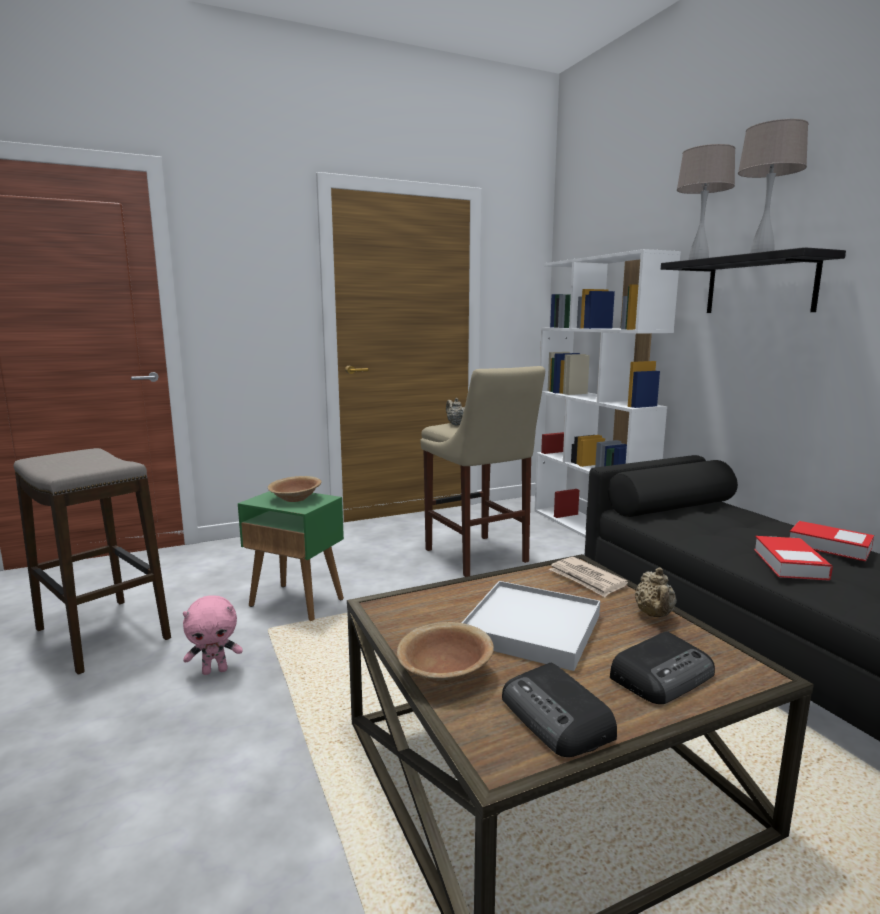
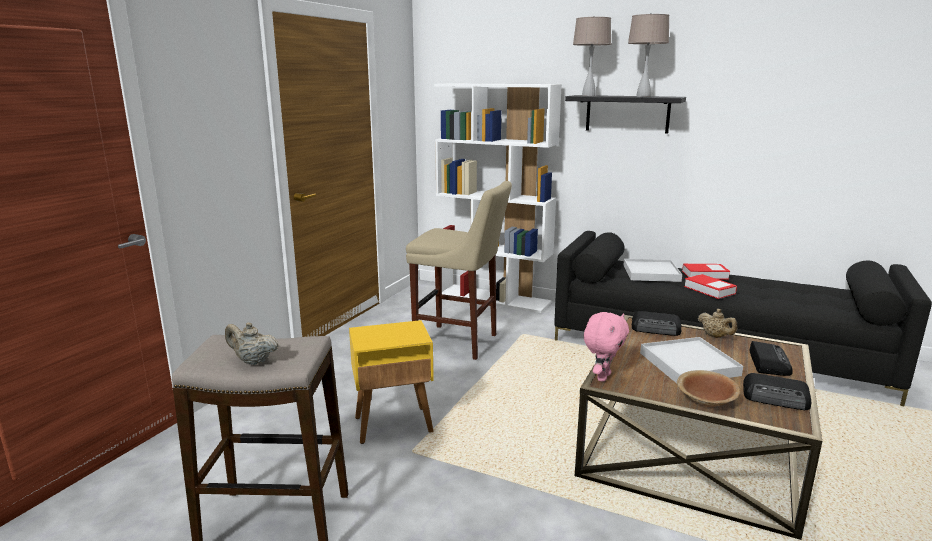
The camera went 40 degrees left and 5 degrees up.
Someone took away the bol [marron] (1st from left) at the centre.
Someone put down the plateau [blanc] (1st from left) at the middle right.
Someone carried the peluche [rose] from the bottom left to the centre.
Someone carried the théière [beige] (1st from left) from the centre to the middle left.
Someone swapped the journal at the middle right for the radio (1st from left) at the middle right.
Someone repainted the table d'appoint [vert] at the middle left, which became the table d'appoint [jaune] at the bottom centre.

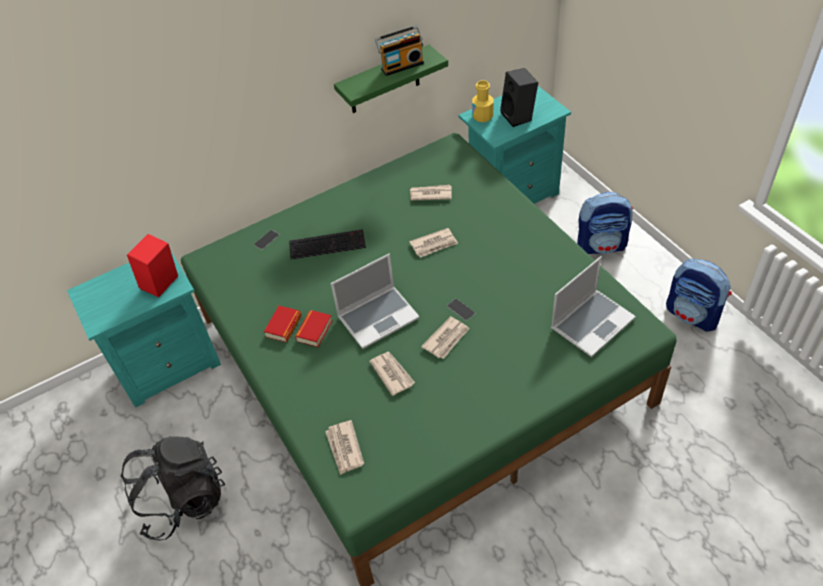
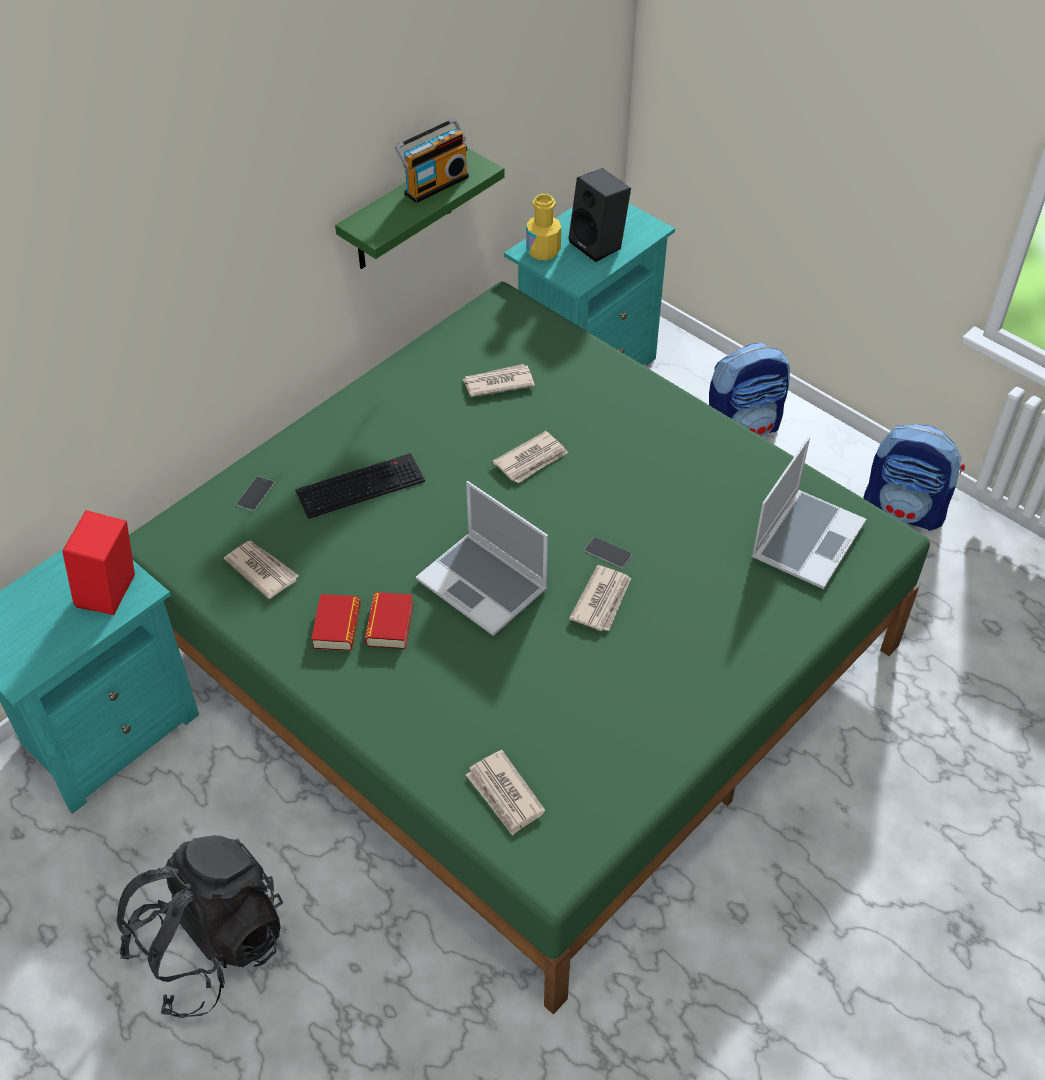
The camera went 20 degrees left and 0 degrees up.
Someone carried the journal (2nd from left in the first image) from the centre to the middle left.
Someone rotated the ordinateur portable (1st from left) at the centre by 90 degrees clockwise.

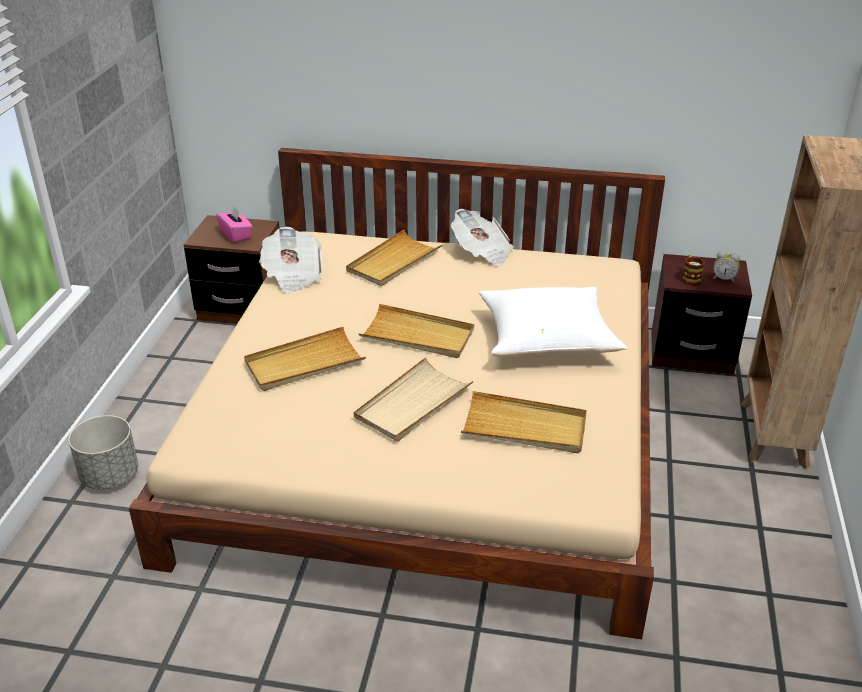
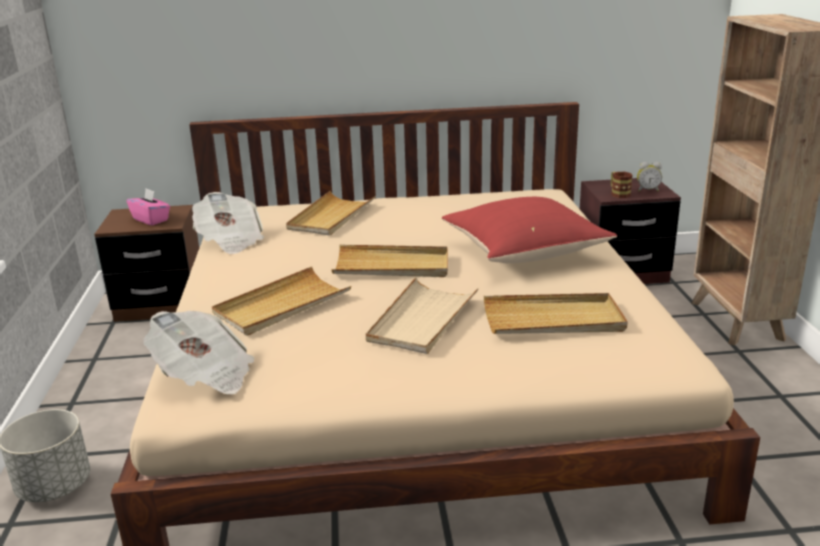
The camera went 15 degrees left and 10 degrees down.
Someone carried the journal (2nd from left in the first image) from the centre to the middle left.
Someone repainted the coussin [blanc] at the centre, which became the coussin [rouge] at the centre.

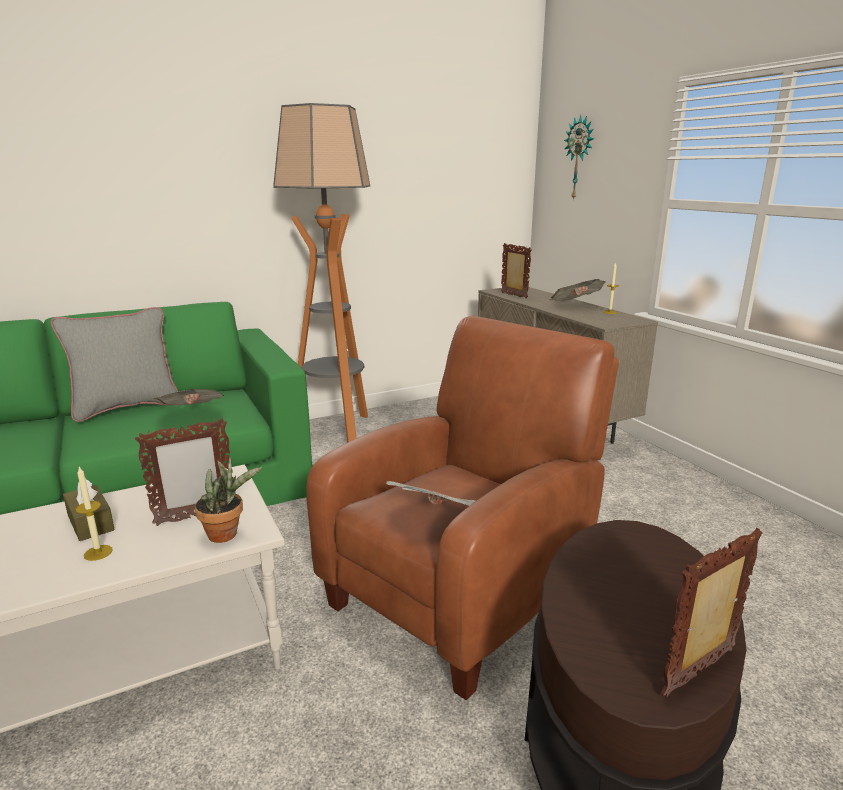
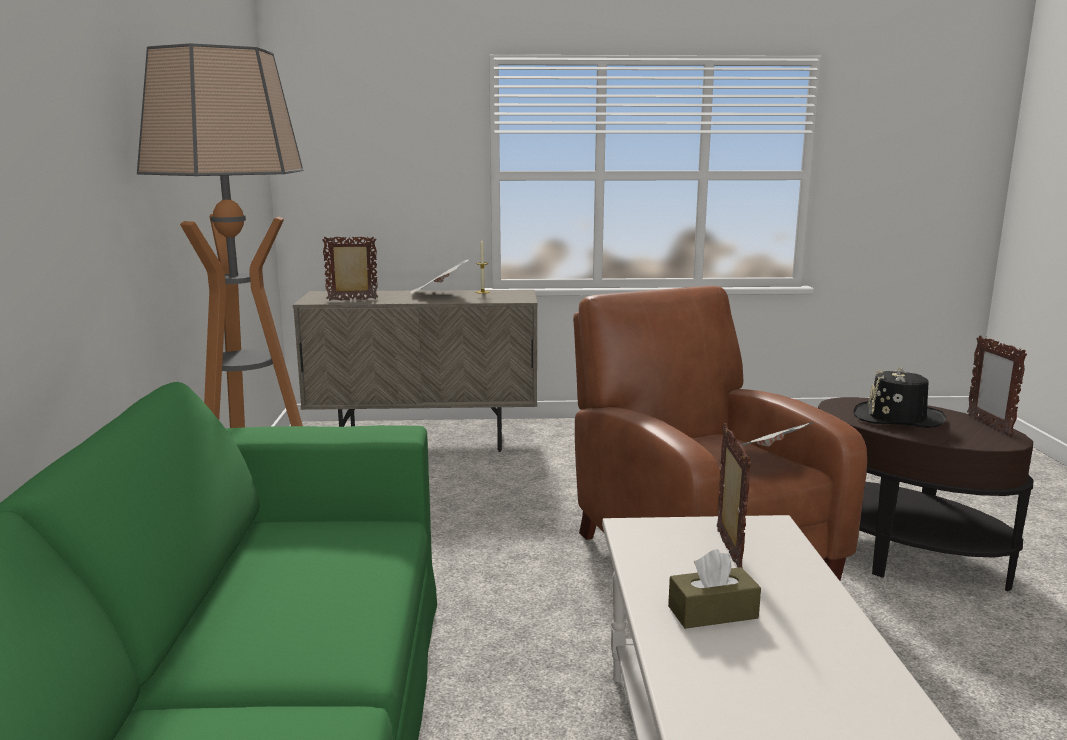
The camera went 65 degrees left and 5 degrees down.
Someone took away the coussin [gris] at the middle left.
Someone took away the bougie (1st from left) at the middle left.
Someone took away the journal (1st from left) at the middle left.
Someone took away the plante en pot at the middle left.
Someone took away the horloge murale at the top right.
Someone put down the chapeau [noir] at the middle right.

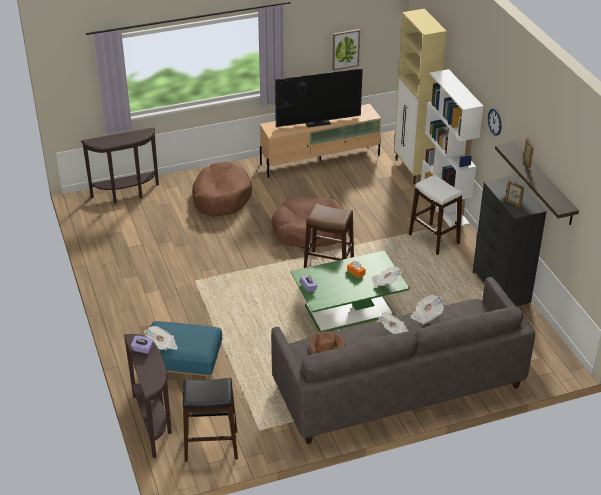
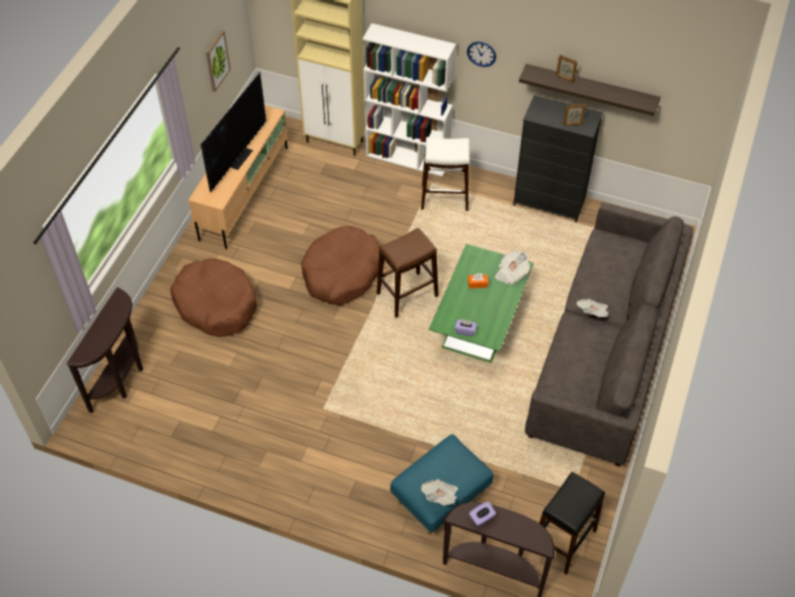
The camera went 50 degrees left and 15 degrees up.
Someone took away the chapeau [marron] at the bottom centre.
Someone took away the journal (4th from left) at the middle right.

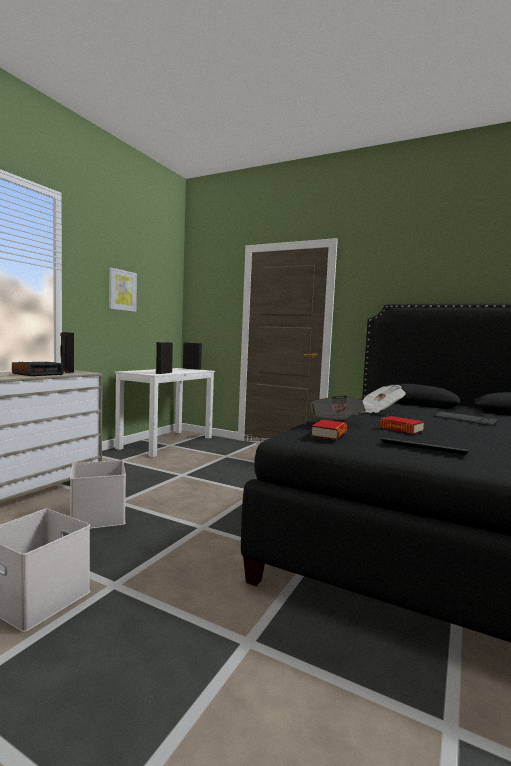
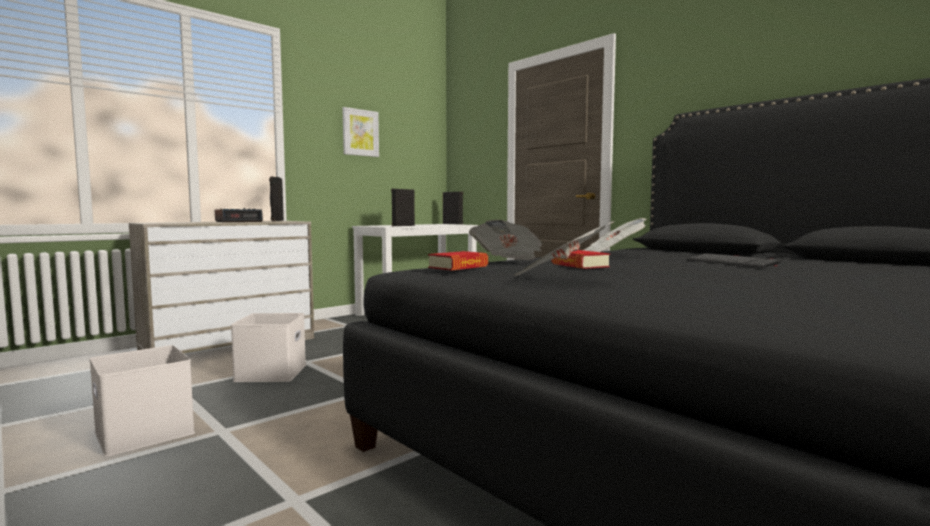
The camera went 20 degrees right and 0 degrees up.
Someone swapped the clavier (1st from left) at the middle right for the journal (2nd from left) at the centre.

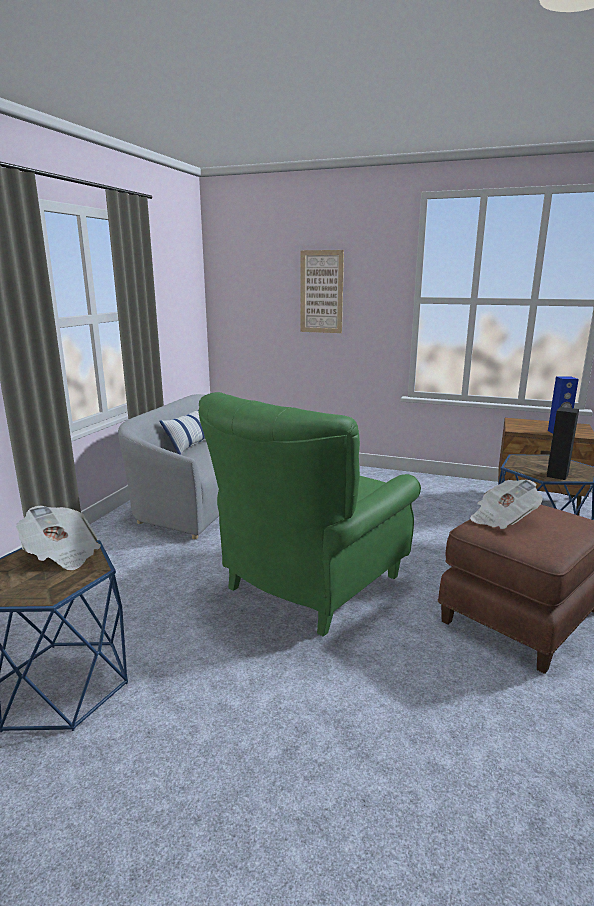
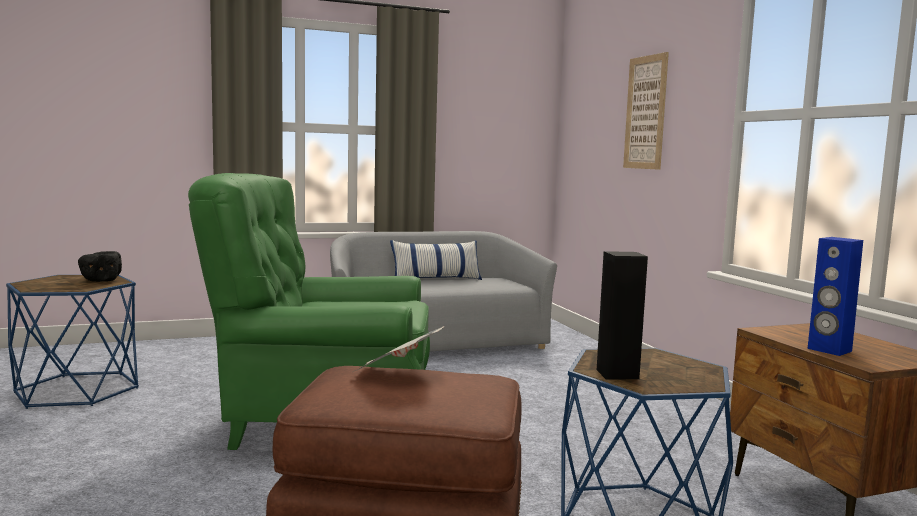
The camera went 50 degrees right and 10 degrees down.
Someone swapped the journal (1st from left) at the middle left for the bol [noir] at the middle left.

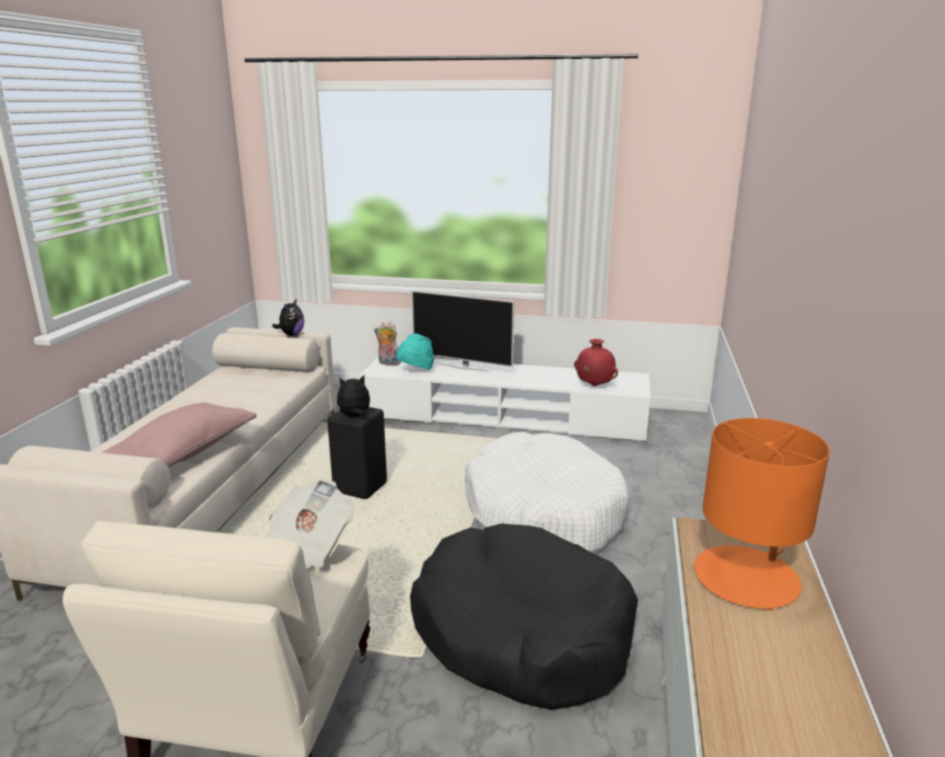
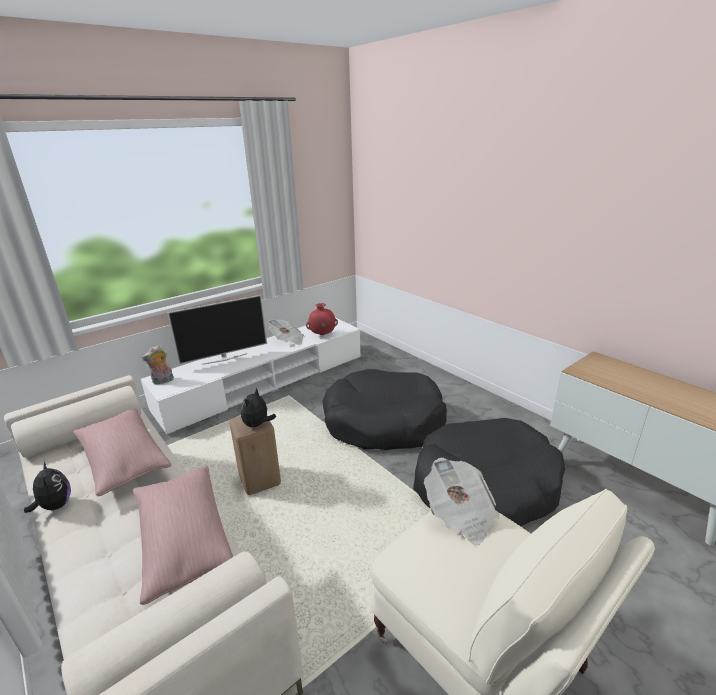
The camera went 50 degrees left and 5 degrees up.
Someone took away the chapeau [turquoise] at the centre.
Someone took away the lampe de table [orange] at the bottom right.
Someone put down the coussin [rose] (1st from left) at the middle left.
Someone put down the journal (1st from left) at the centre.
Someone carried the peluche (1st from left) from the middle left to the bottom left.
Someone repainted the tabouret [noir] at the centre, which became the tabouret [beige] at the centre.
Someone repainted the panier pour chien [blanc] at the centre, which became the panier pour chien [noir] (1st from left) at the centre.

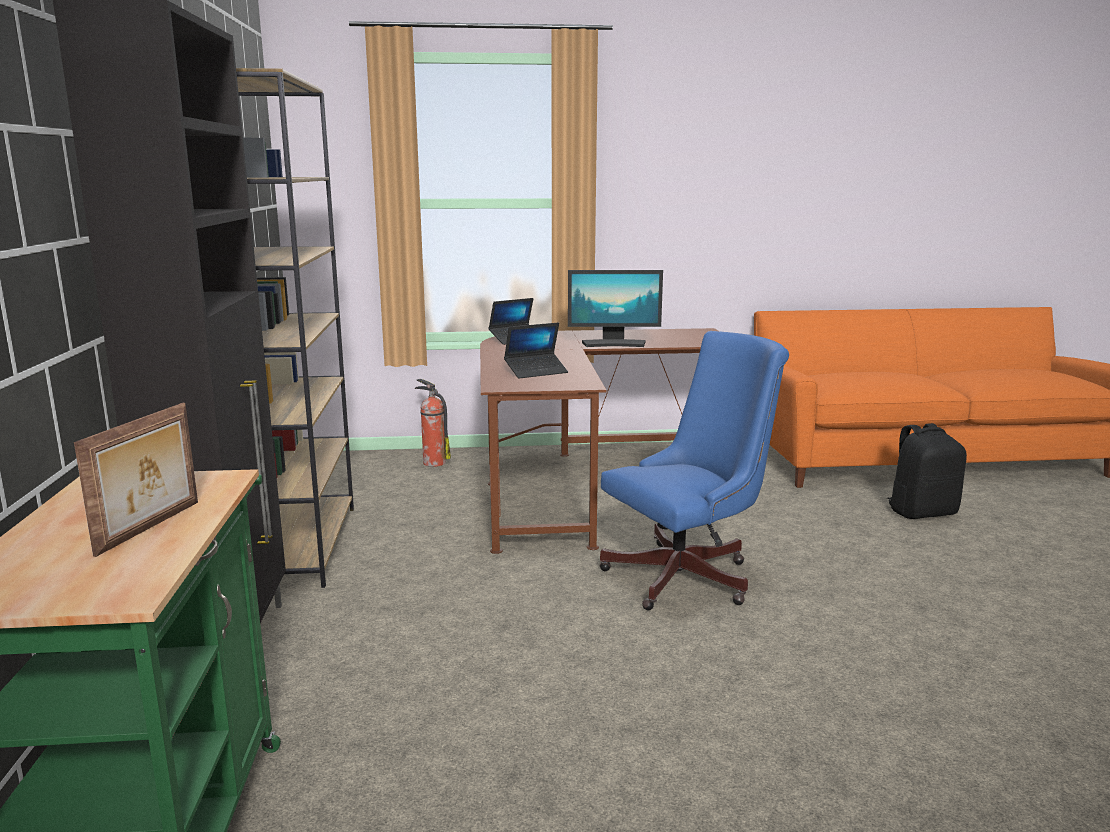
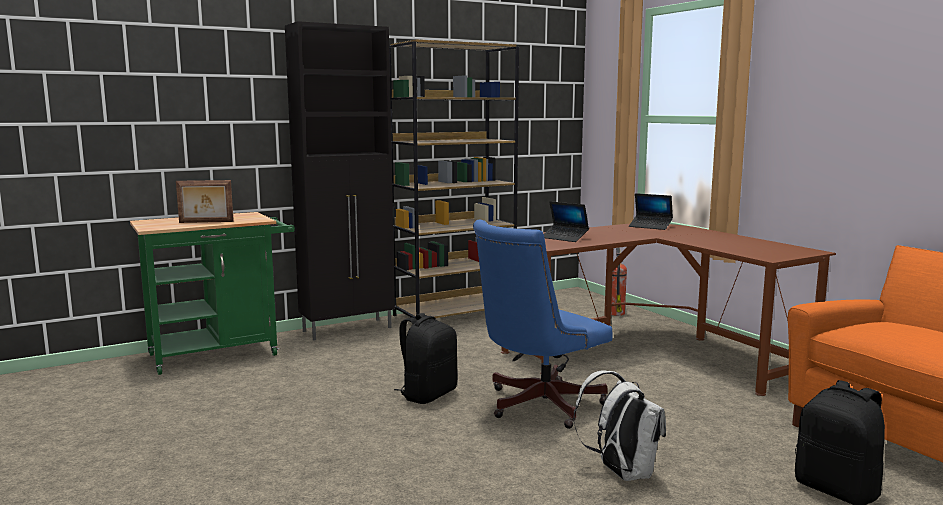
The camera went 65 degrees right and 5 degrees down.
Someone took away the écran d'ordinateur at the centre.
Someone put down the sac à dos [noir] (1st from left) at the bottom centre.
Someone put down the sac à dos [blanc] at the bottom centre.
Someone rotated the chaise de bureau [bleu] at the centre by 105 degrees clockwise.

